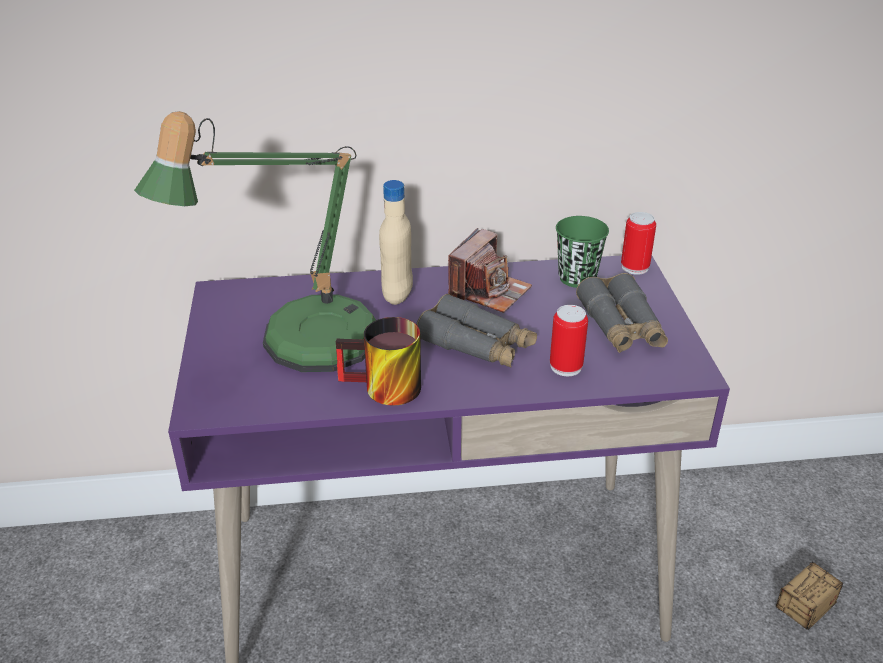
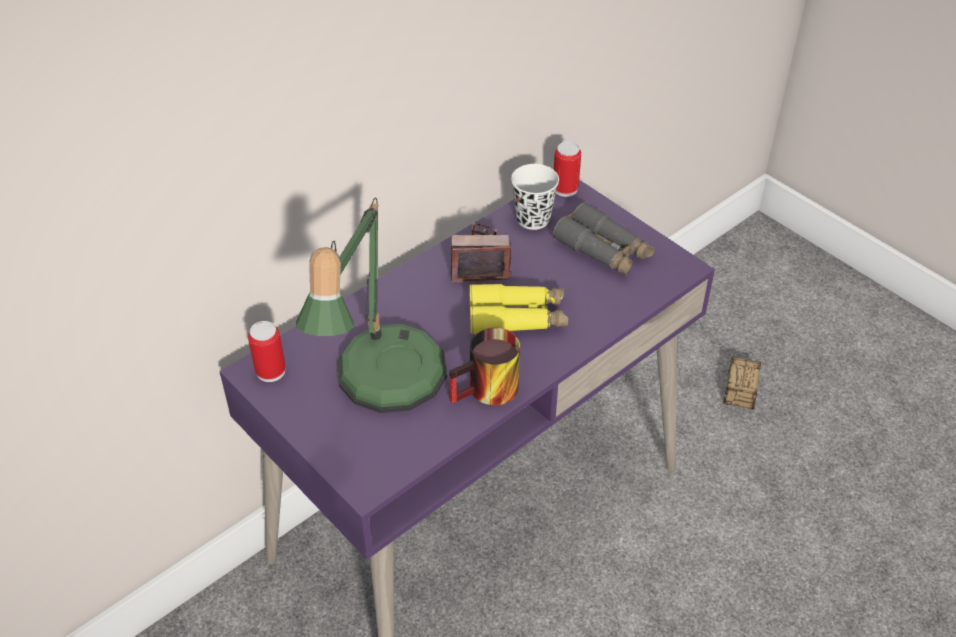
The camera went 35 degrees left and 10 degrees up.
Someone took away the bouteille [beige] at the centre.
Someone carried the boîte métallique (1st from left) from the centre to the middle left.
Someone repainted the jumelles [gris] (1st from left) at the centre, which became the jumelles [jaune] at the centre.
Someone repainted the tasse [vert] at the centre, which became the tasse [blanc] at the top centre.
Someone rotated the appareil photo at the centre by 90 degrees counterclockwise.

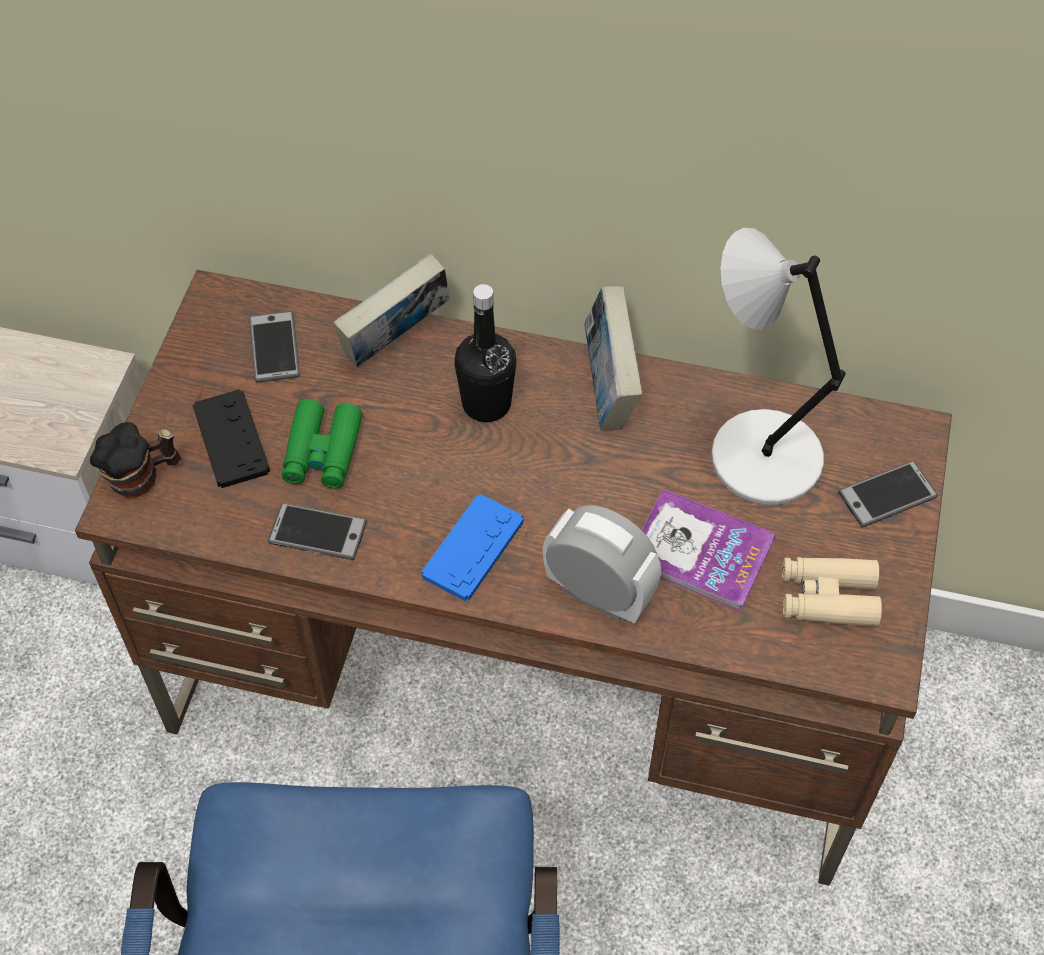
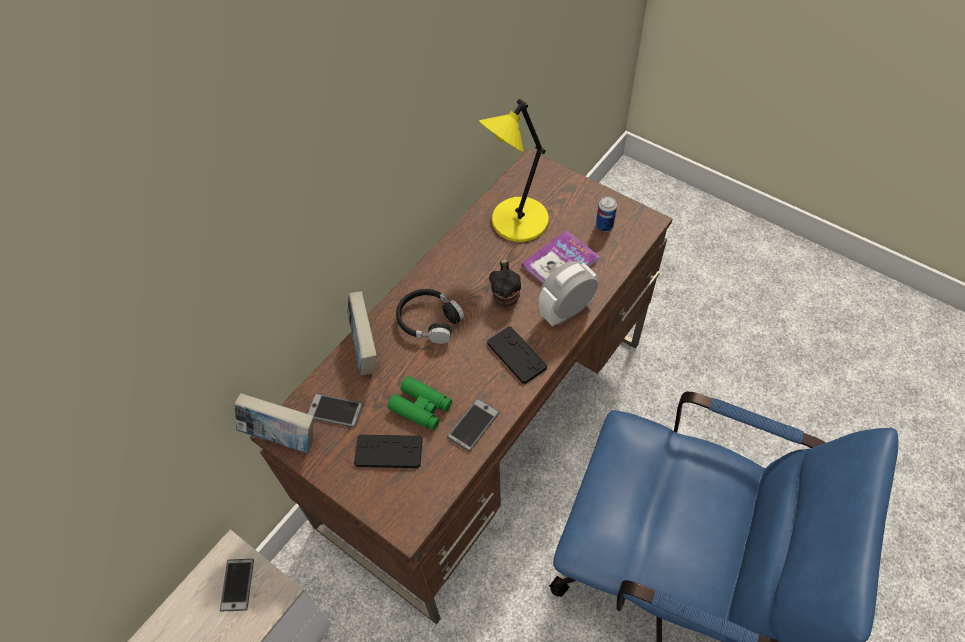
The camera went 65 degrees left and 0 degrees up.
Someone carried the mug from the middle left to the centre.
Someone carried the livre (2nd from left in the first image) from the centre to the middle left.
Someone carried the téléphone (3rd from left in the first image) from the middle right to the bottom left.
Someone swapped the bouteille [noir] at the centre for the casque audio [noir] at the centre.
Someone swapped the jumelles [beige] at the middle right for the boîte métallique at the centre.
Someone repainted the manette [bleu] at the centre, which became the manette [noir] (2nd from left) at the centre.
Someone repainted the lampe de table [gris] at the middle right, which became the lampe de table [jaune] at the top centre.

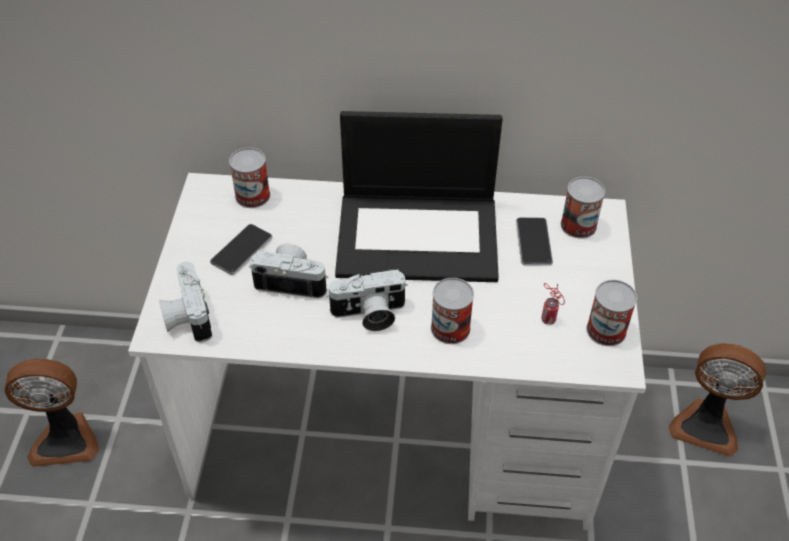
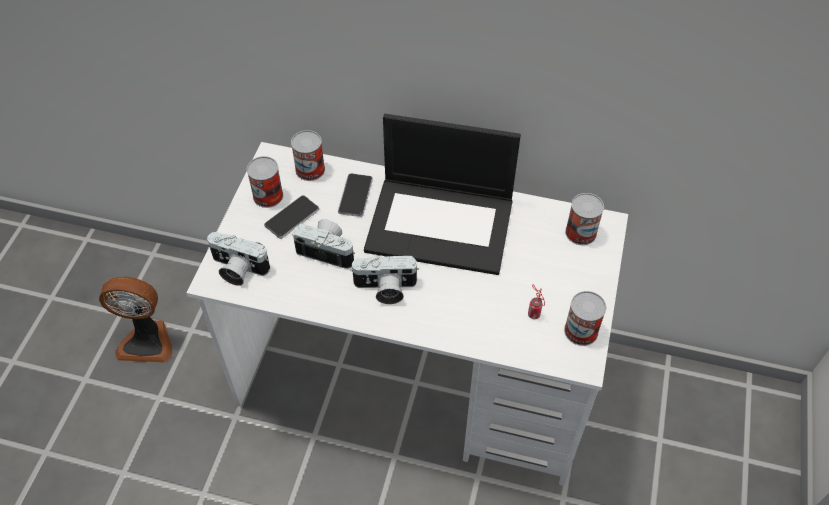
The camera went 10 degrees right and 5 degrees up.
Someone took away the ventilateur (2nd from left) at the bottom right.
Someone carried the boîte métallique (2nd from left in the first image) from the centre to the middle left.
Someone carried the téléphone (2nd from left) from the middle right to the centre.
Someone rotated the appareil photo (1st from left) at the middle left by 60 degrees counterclockwise.

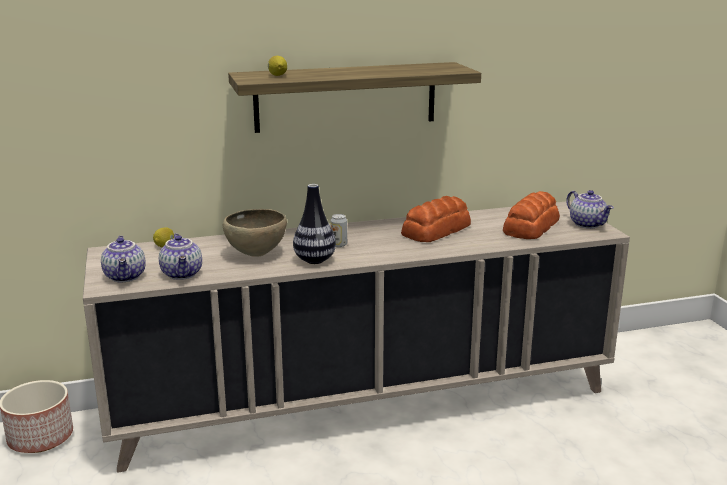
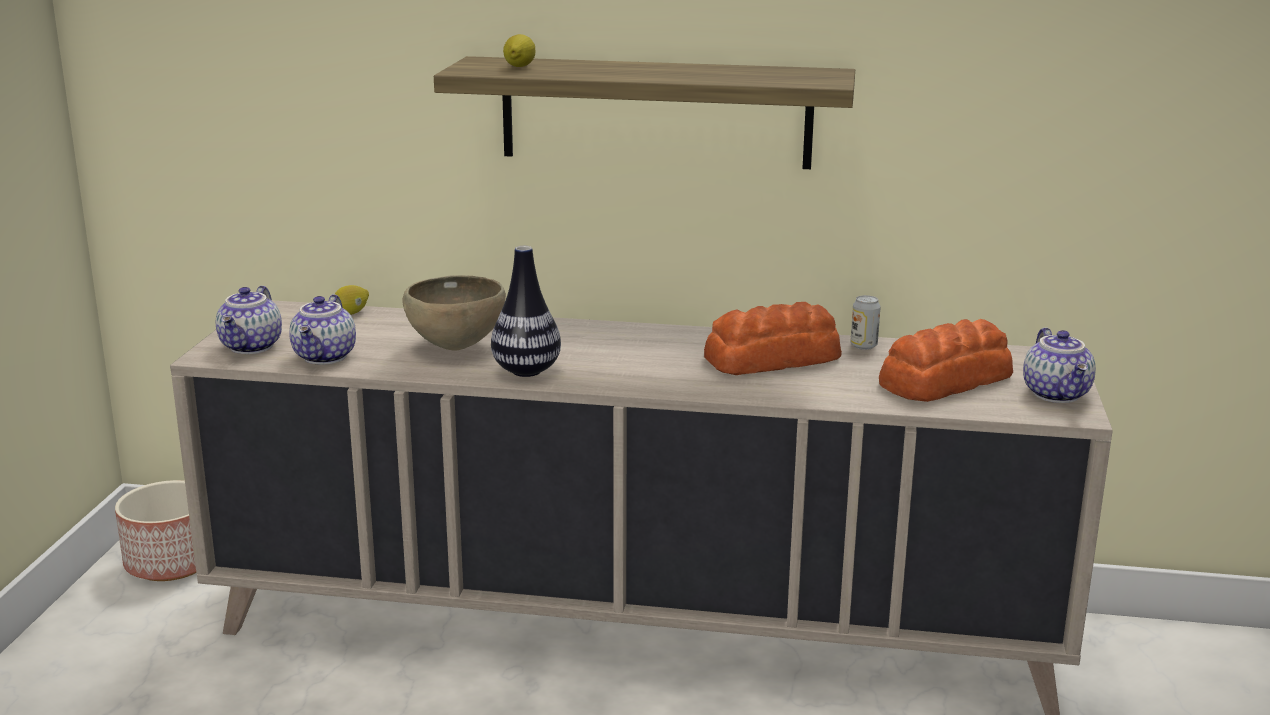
The camera went 25 degrees right and 0 degrees up.
Someone carried the boîte métallique from the centre to the middle right.

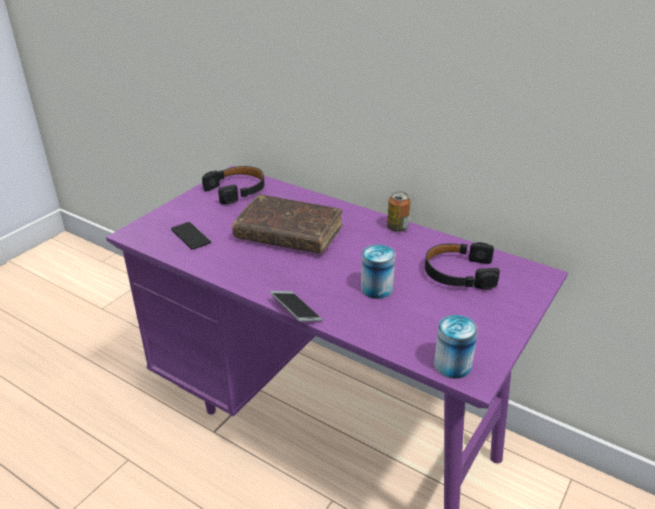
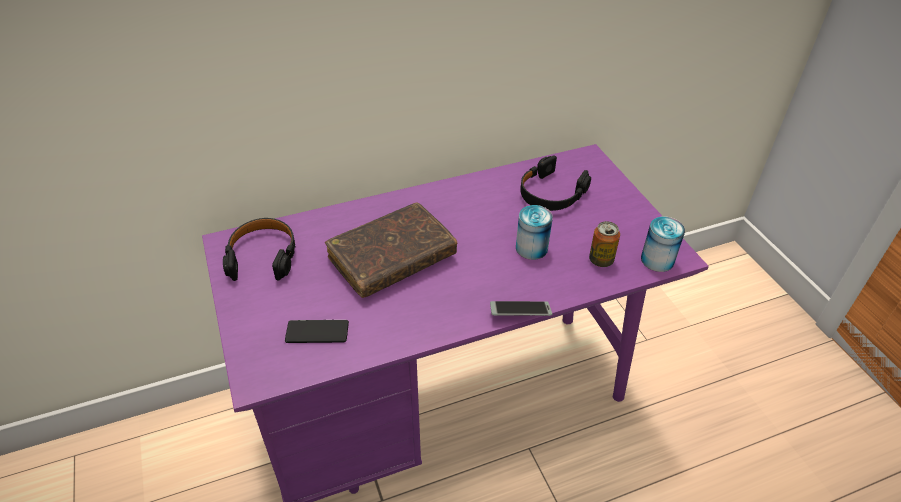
The camera went 55 degrees left and 10 degrees up.
Someone carried the boîte métallique (2nd from left) from the centre to the middle right.

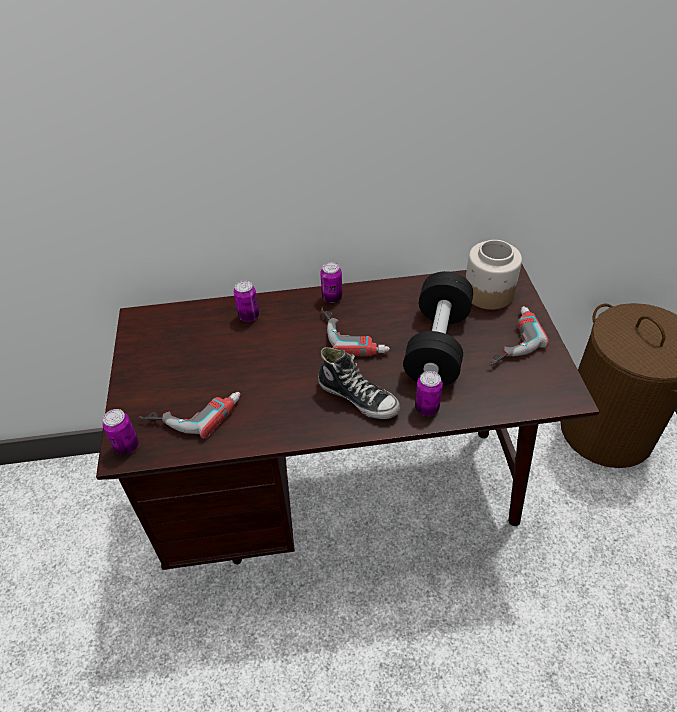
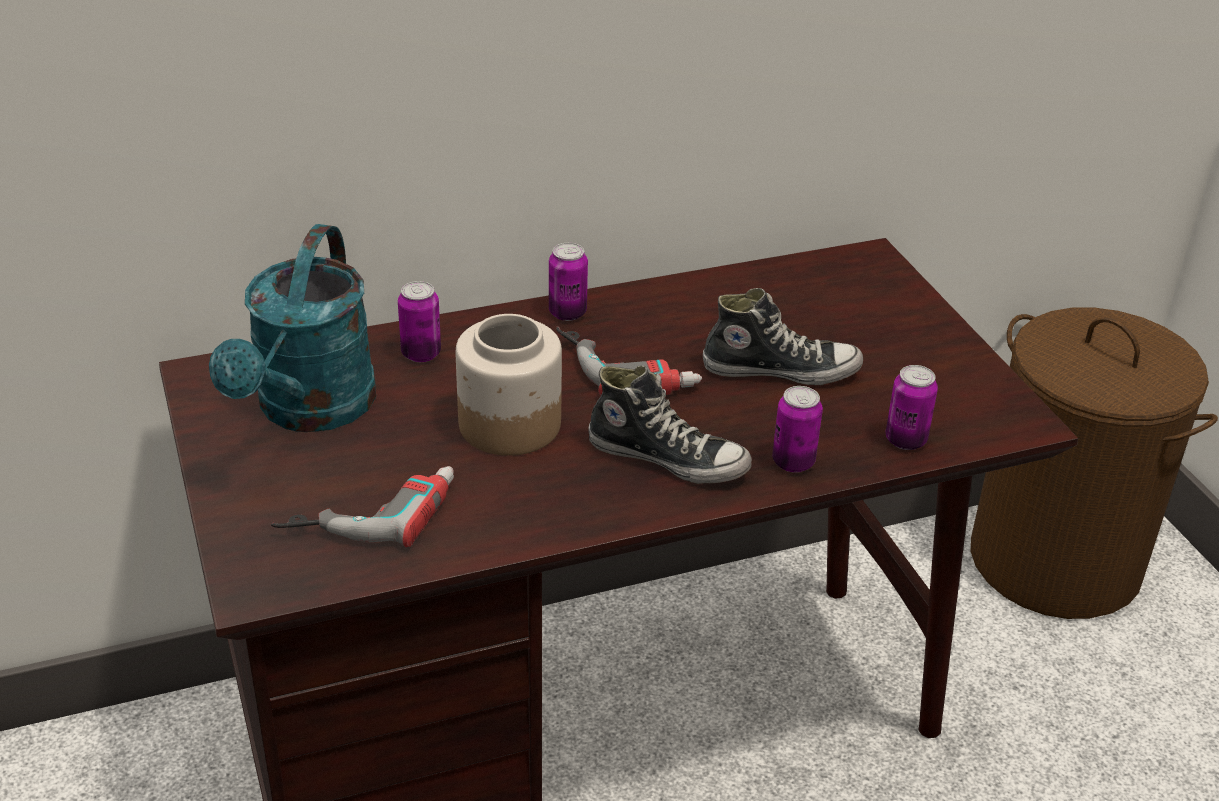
The camera went 15 degrees left and 10 degrees down.
Someone took away the perceuse (3rd from left) at the middle right.
Someone put down the arrosoir [turquoise] at the middle left.
Someone carried the boîte métallique (1st from left in the first image) from the middle left to the middle right.
Someone carried the bocal from the middle right to the centre.
Someone swapped the haltère [noir] at the centre for the chaussure (2nd from left) at the centre.

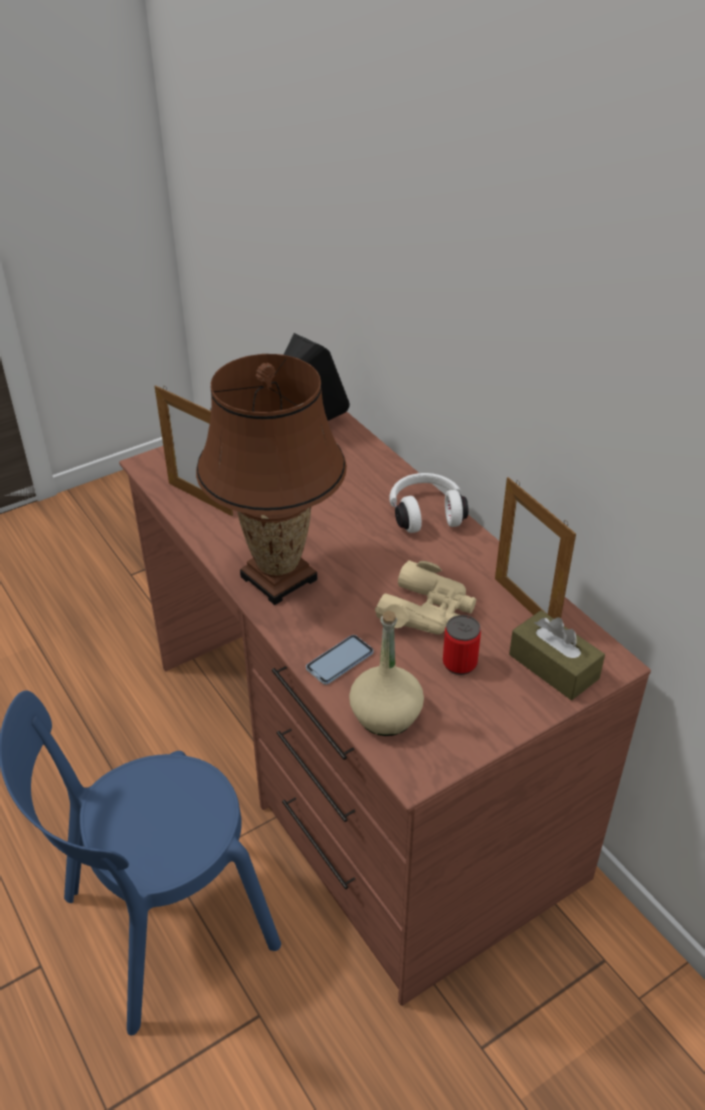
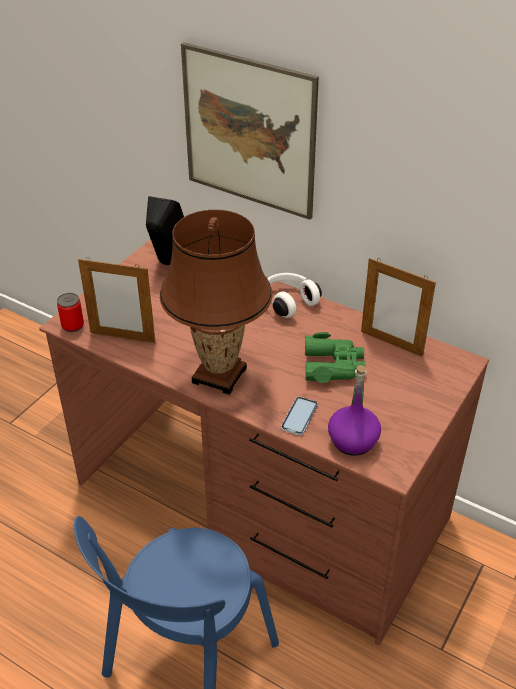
The camera went 25 degrees left and 0 degrees up.
Someone took away the boîte à mouchoirs [marron] at the middle right.
Someone put up the tableau at the top centre.
Someone carried the boîte métallique from the centre to the middle left.
Someone repainted the bouteille [beige] at the centre, which became the bouteille [violet] at the middle right.
Someone repainted the jumelles [beige] at the centre, which became the jumelles [vert] at the centre.

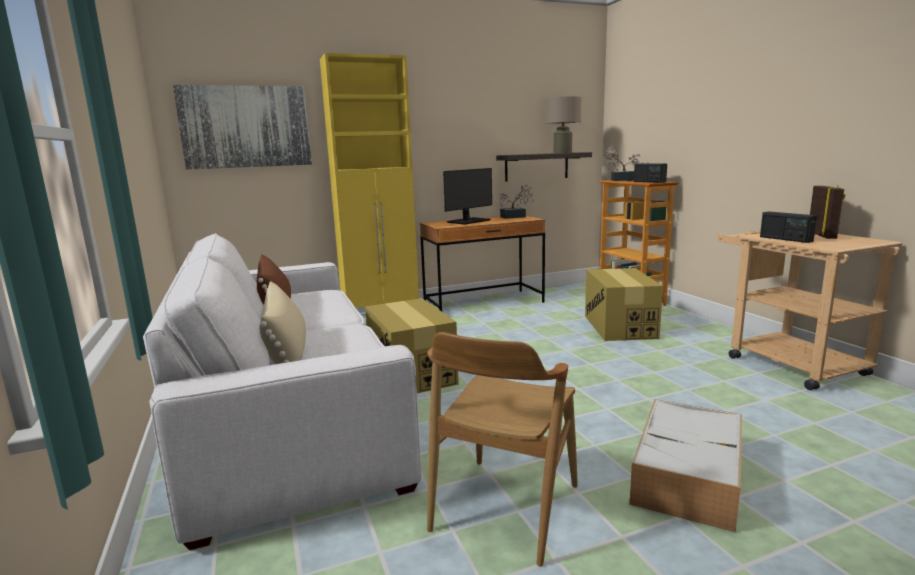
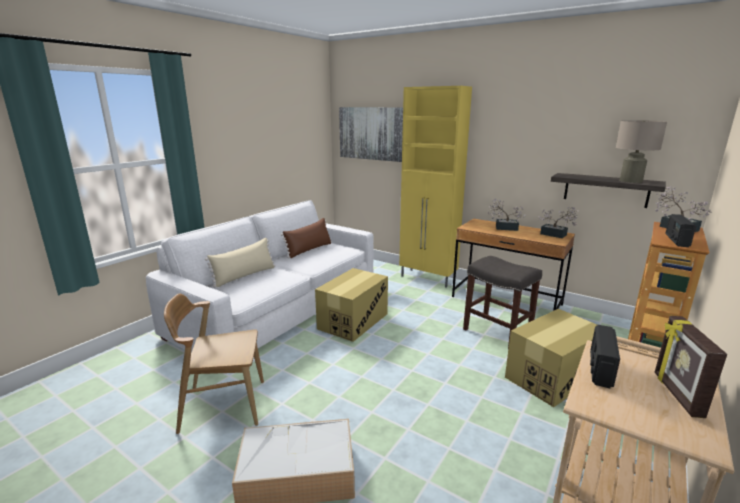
The camera went 55 degrees right and 5 degrees up.
Someone put down the tabouret [gris] at the middle right.
Someone swapped the écran d'ordinateur at the centre for the plante en pot (1st from left) at the middle right.
Someone rotated the cadre photo at the middle right by 120 degrees clockwise.

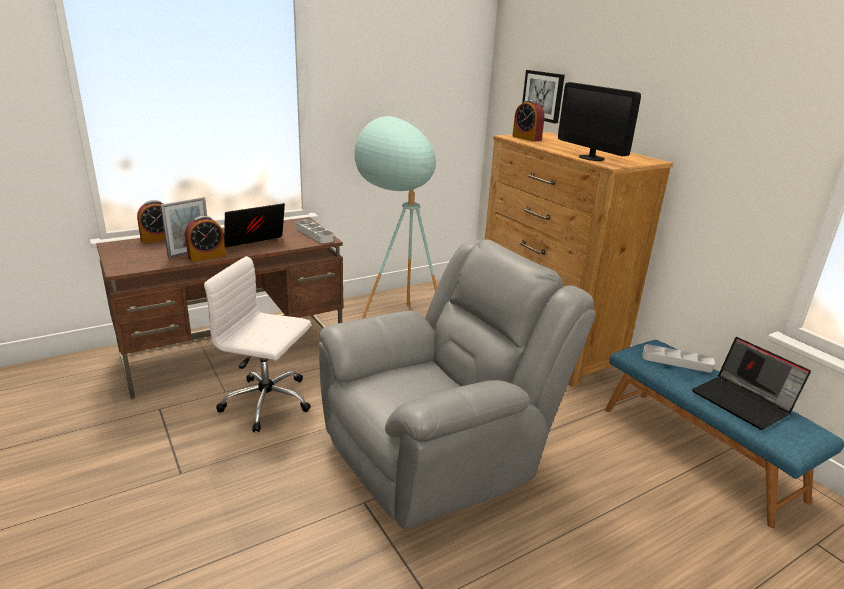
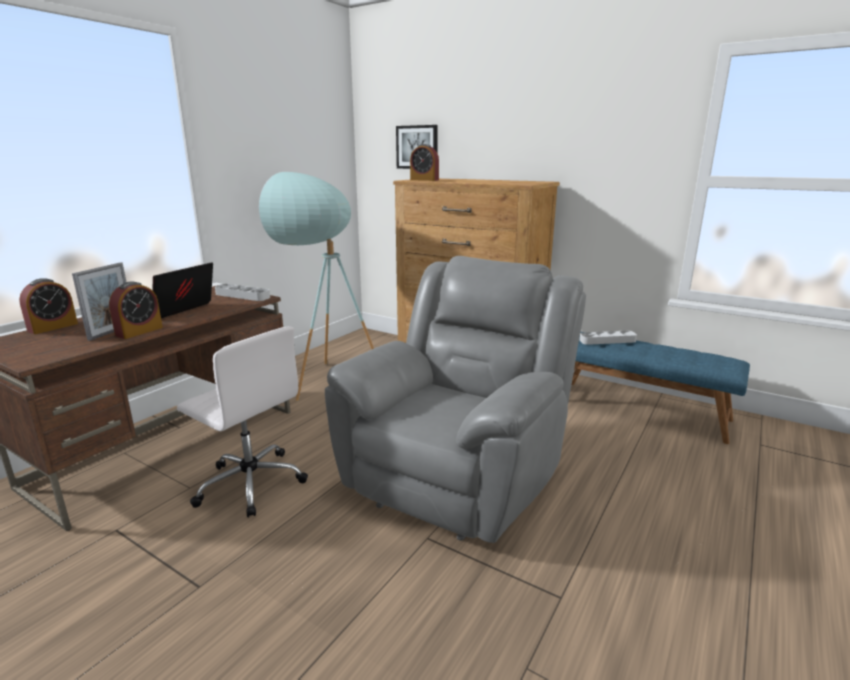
The camera went 25 degrees left and 5 degrees down.
Someone took away the écran d'ordinateur at the top right.
Someone took away the ordinateur portable (2nd from left) at the middle right.
Someone rotated the chaise de bureau [blanc] at the middle left by 135 degrees counterclockwise.

